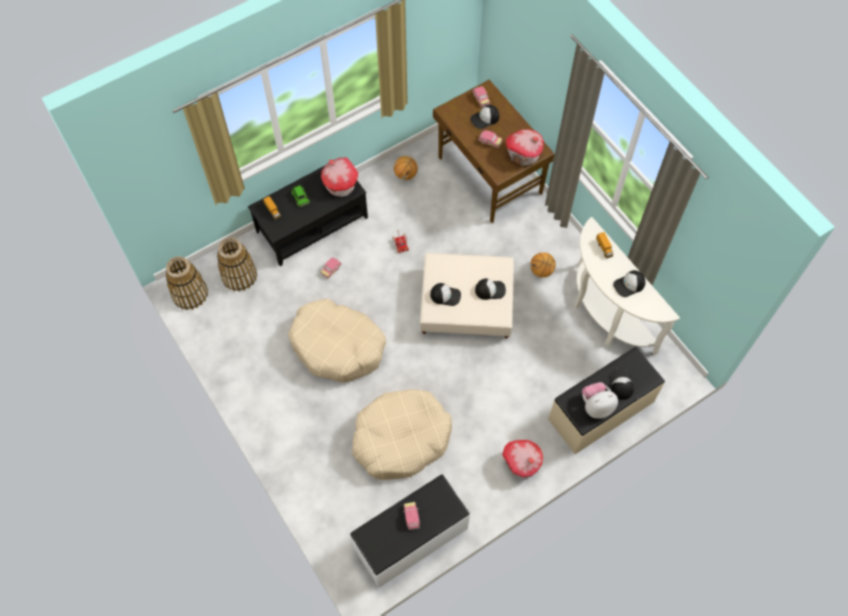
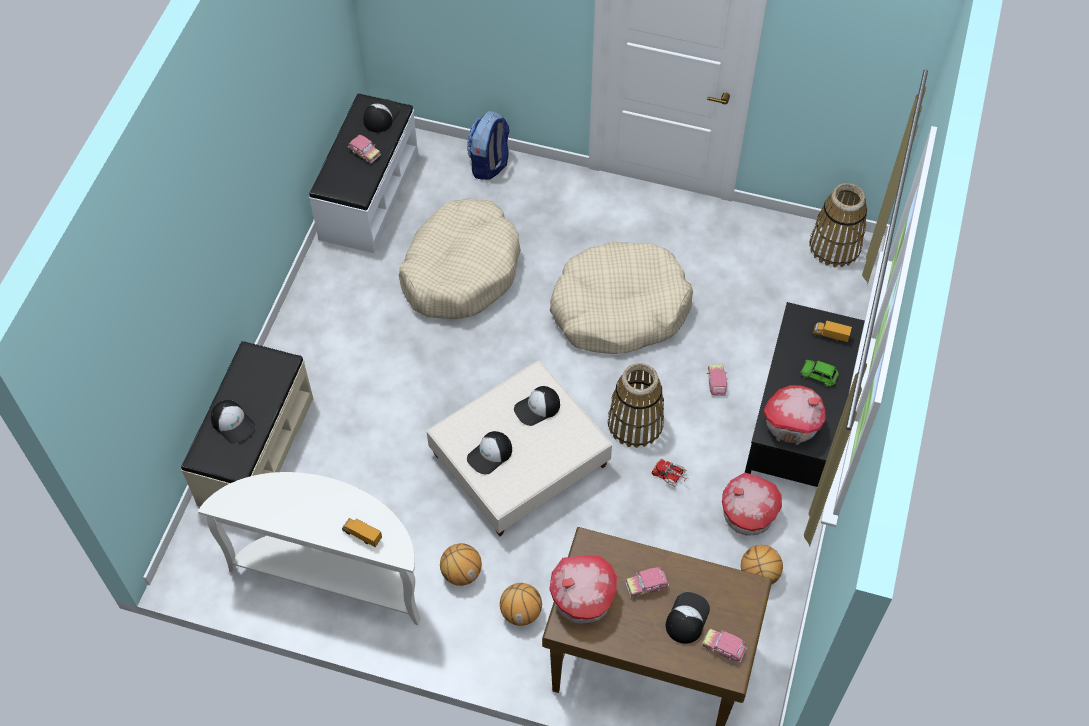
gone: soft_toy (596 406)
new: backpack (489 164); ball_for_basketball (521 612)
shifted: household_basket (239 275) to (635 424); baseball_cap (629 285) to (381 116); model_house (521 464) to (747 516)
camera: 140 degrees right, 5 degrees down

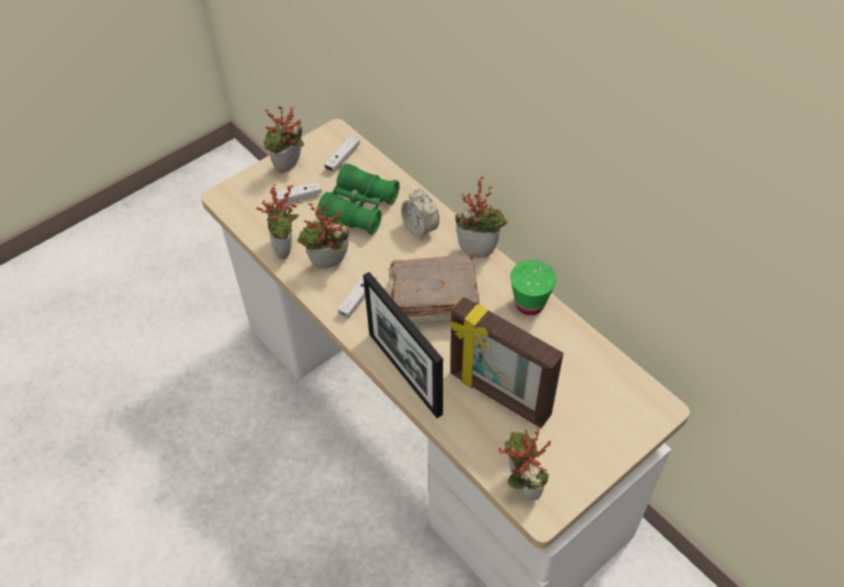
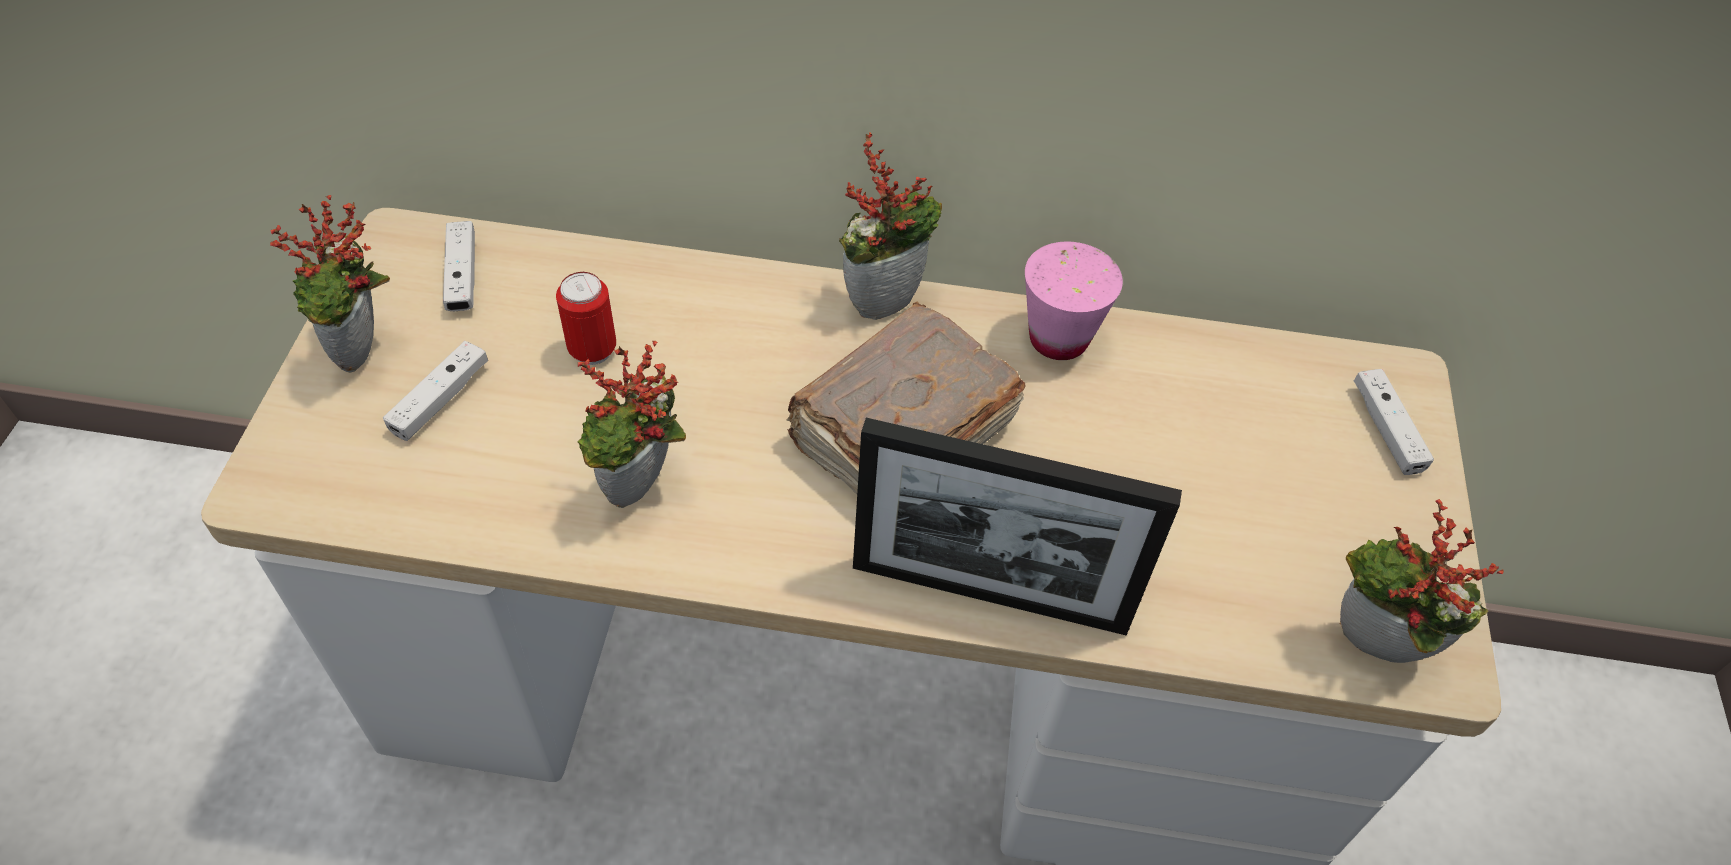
gone: potted_plant (287 250); bedside_clock (420 229); photo_frame (498 396)
shifted: white-coloured_gamepad (357 299) to (1386 429)
swapped: greenish_field_glasses (359 209) to metal_can (592 350)
repainted: greenish_small_cup (529 304) to pinkish_small_cup (1058 339)
camera: 45 degrees left, 0 degrees up

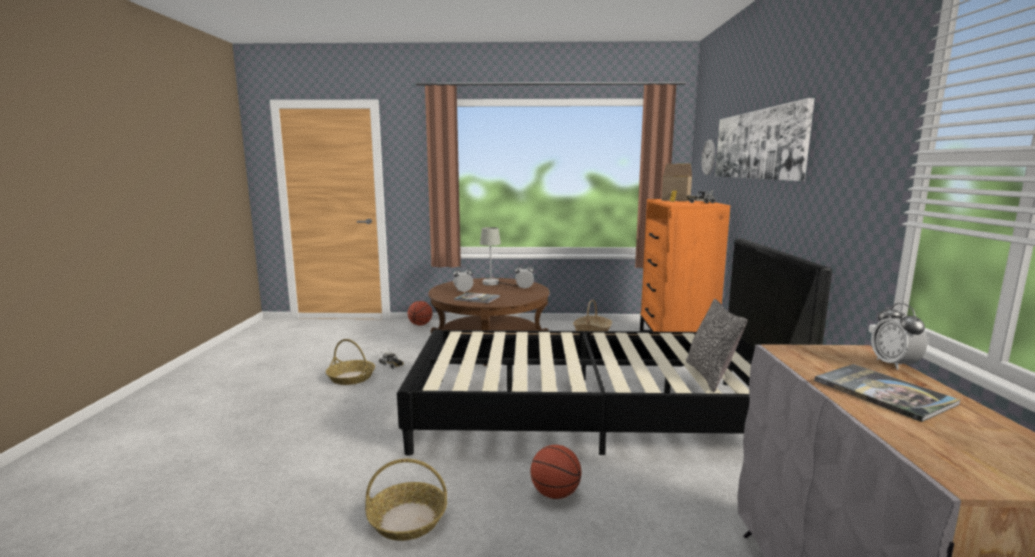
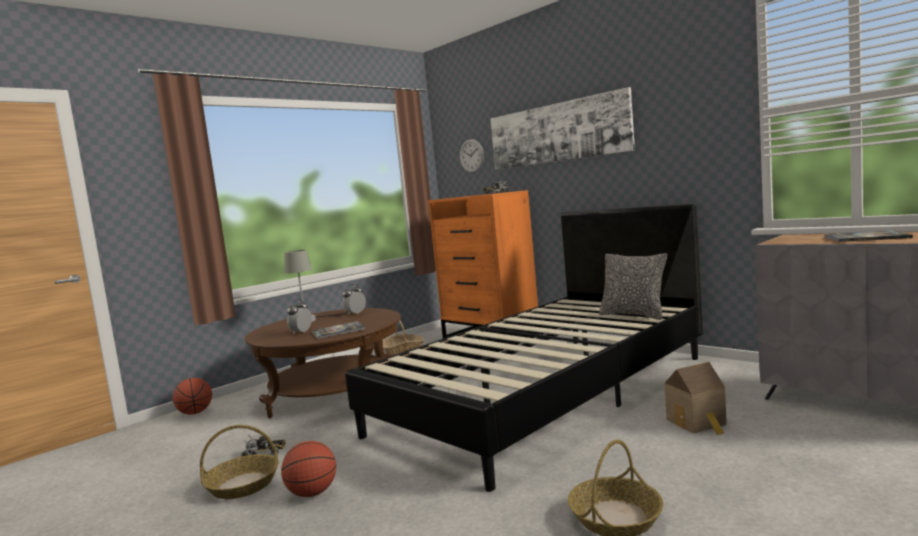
gone: bedside_clock (894 364)
shifted: model_house (676 200) to (698 423); ball_for_basketball (555 493) to (312 493)
camera: 45 degrees left, 5 degrees down

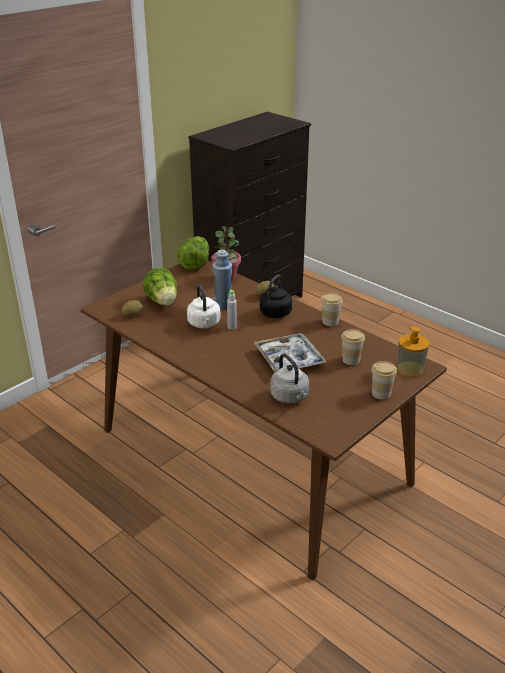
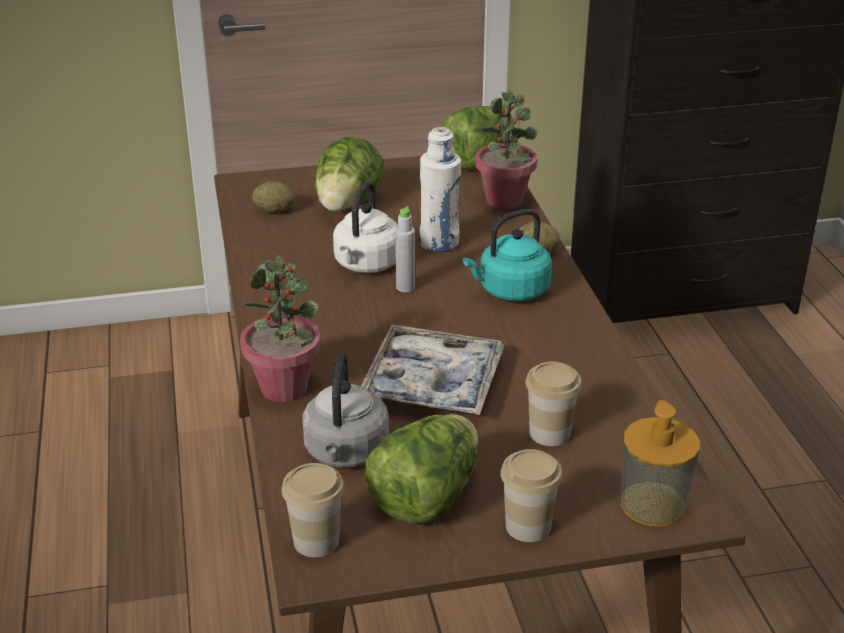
new: potted_plant (284 388); lettuce_head (426 497)
shifted: small_cup (330 322) to (316 541)
repainted: blue-coloured_bottle (222 304) to white-coloured_bottle (439 243); black-coloured_water_kettle (274 314) to turquoise-coloured_water_kettle (510 291)
camera: 35 degrees right, 0 degrees up

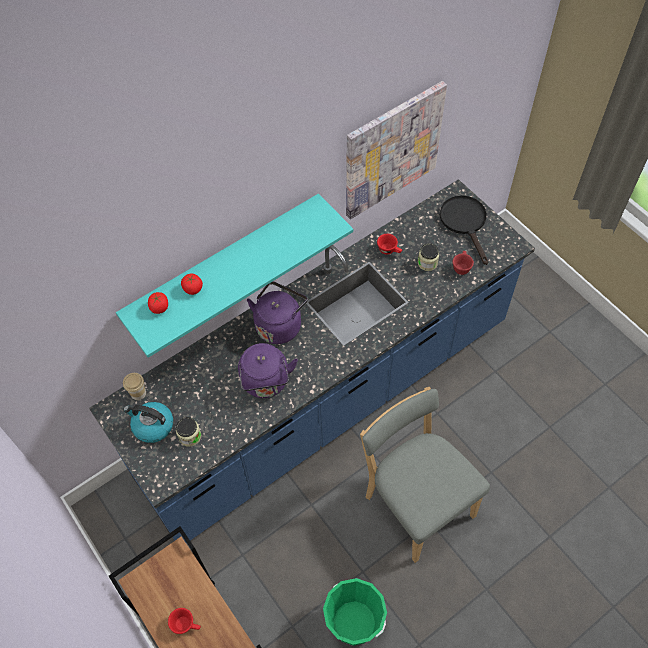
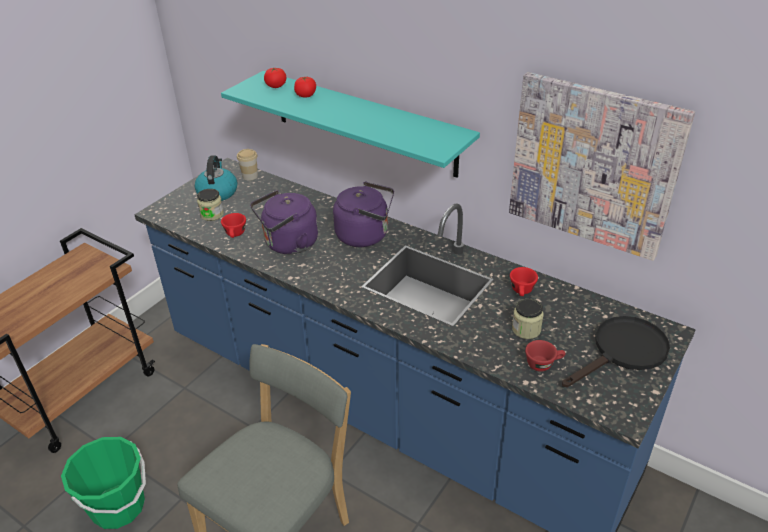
shifted: red_small_cup (186 624) to (235 234)
camera: 70 degrees right, 20 degrees down

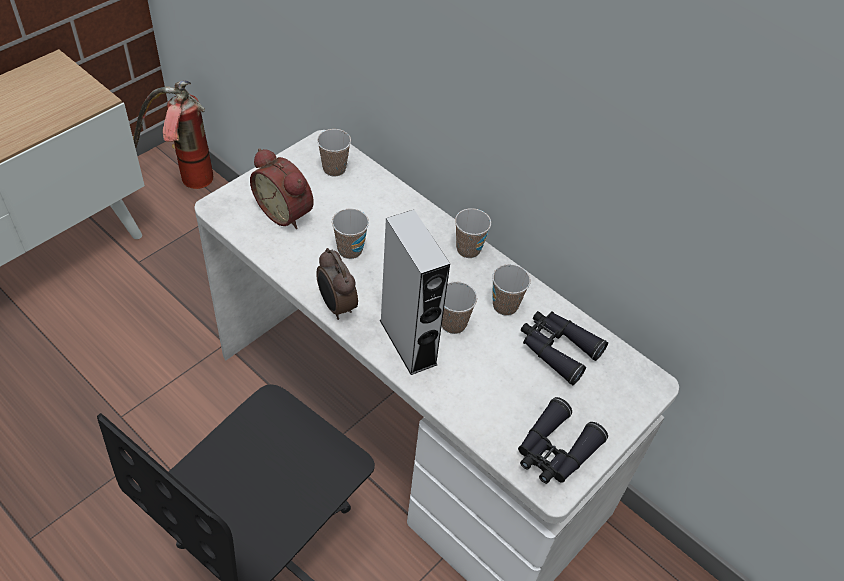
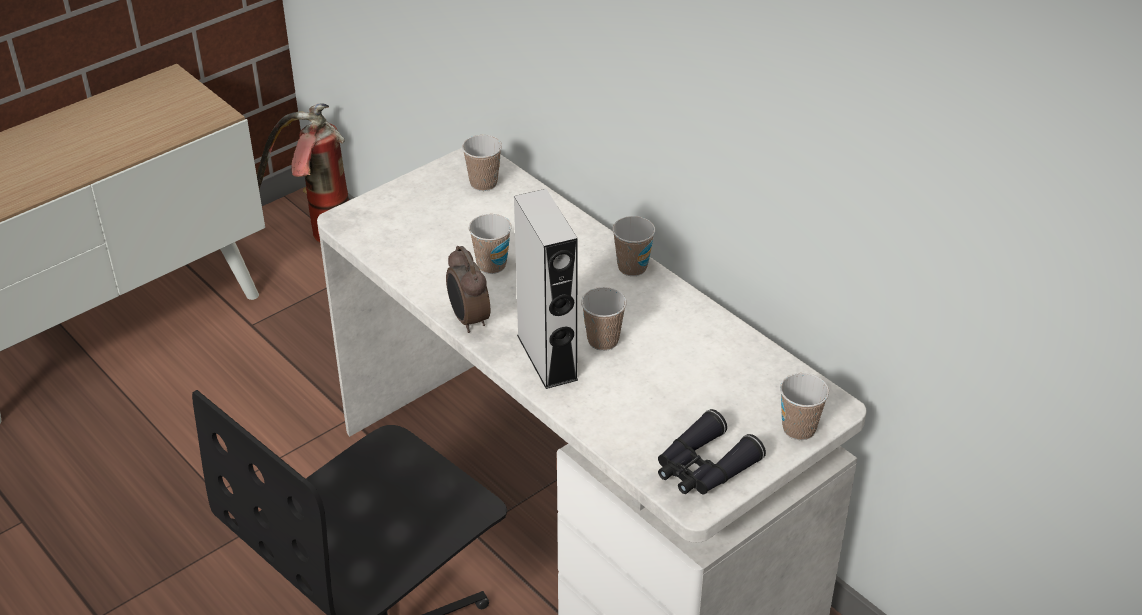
gone: bedside_clock (286 212); black-coloured_field_glasses (557 349)
shifted: small_cup (505 306) to (799 429)
camera: 10 degrees right, 10 degrees down

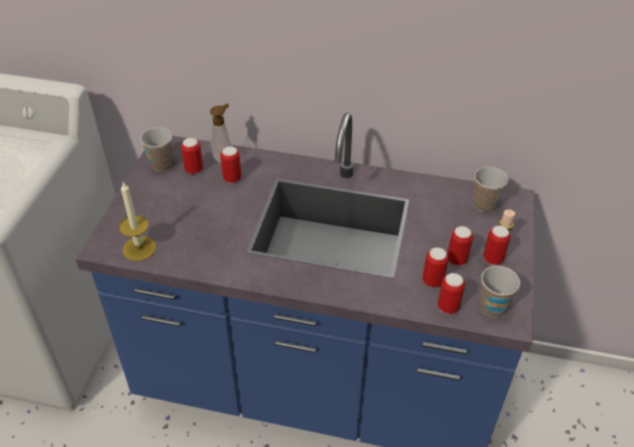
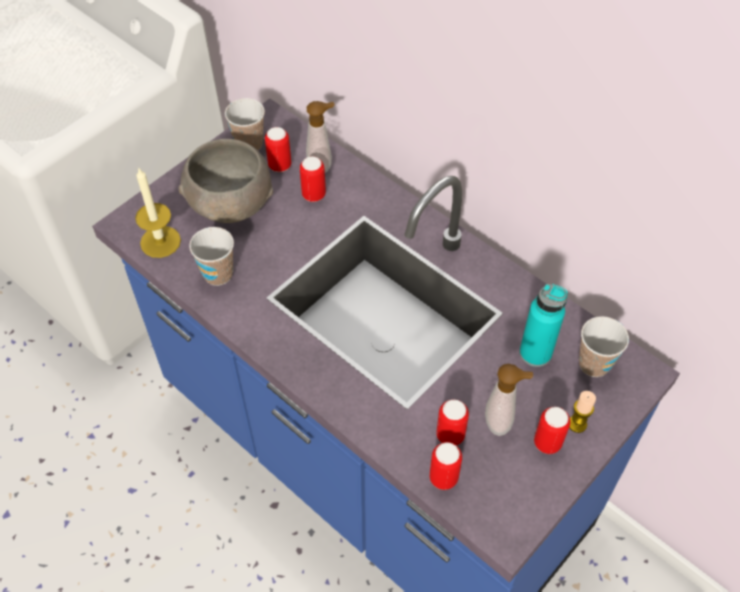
new: gray_serving_bowl (230 205); turquoise-coloured_bottle (535 353)
shifted: small_cup (492 307) to (218 274)
swapped: metal_can (457 259) to soap_bottle (501 422)
camera: 30 degrees right, 10 degrees up

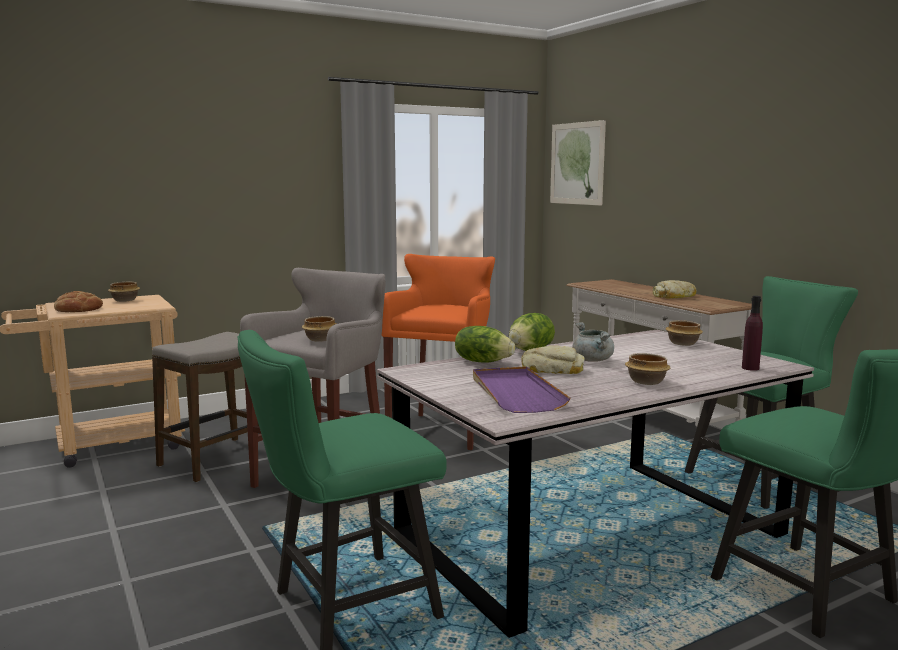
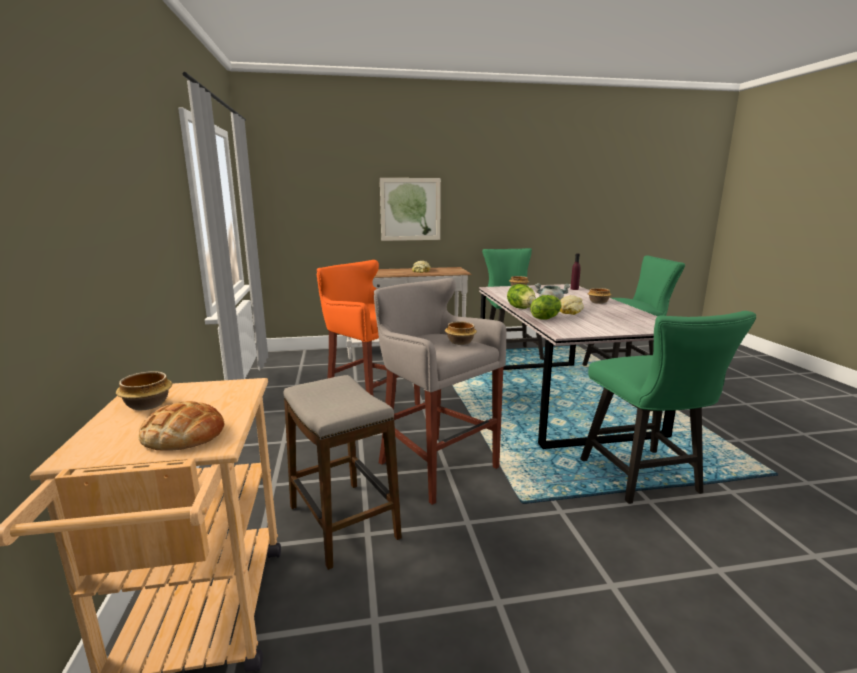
gone: purplish_carrying_tray (515 393)
shifted: wall_art (577 163) to (410 209)
camera: 70 degrees left, 5 degrees up

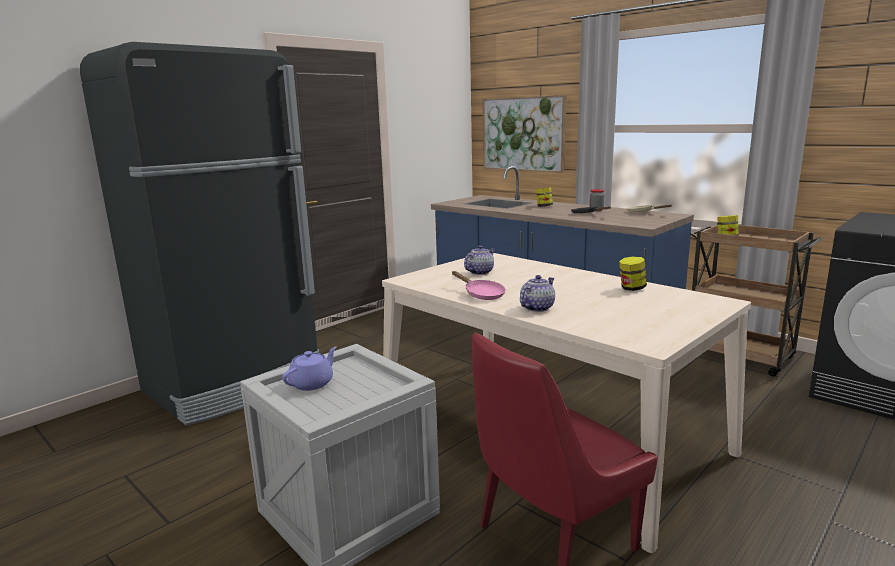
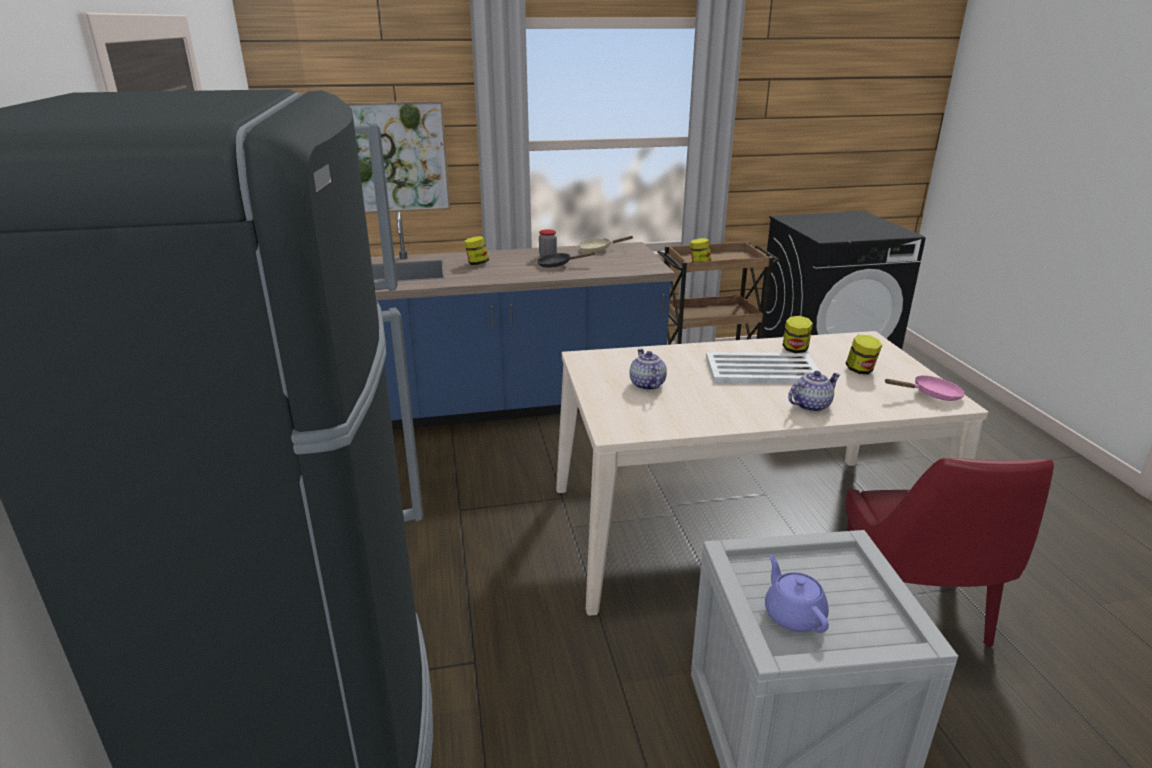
new: preserve_jar (860 370); white-coloured_carrying_tray (763 370)
shifted: pinkish_pan (481 294) to (931 395)
rotated: teapot (536 308) = (811 405) 75 degrees clockwise
camera: 55 degrees left, 10 degrees up

